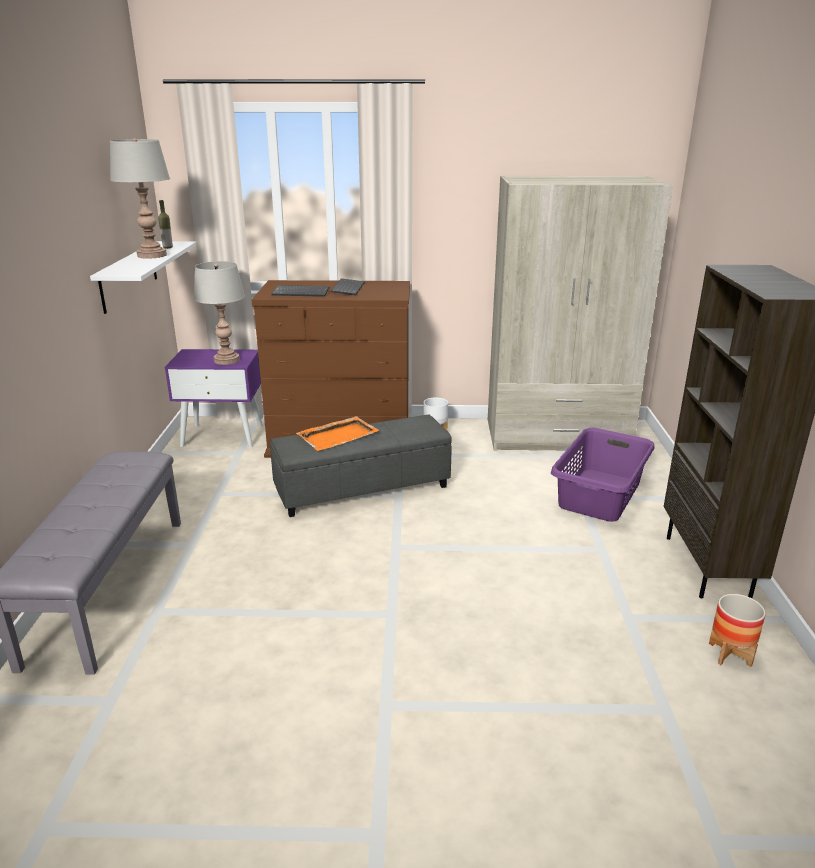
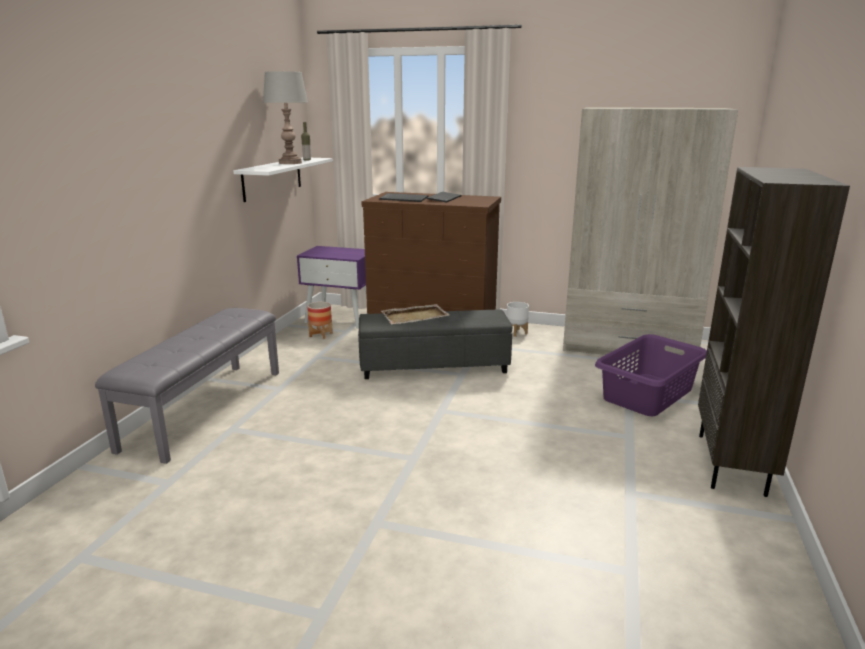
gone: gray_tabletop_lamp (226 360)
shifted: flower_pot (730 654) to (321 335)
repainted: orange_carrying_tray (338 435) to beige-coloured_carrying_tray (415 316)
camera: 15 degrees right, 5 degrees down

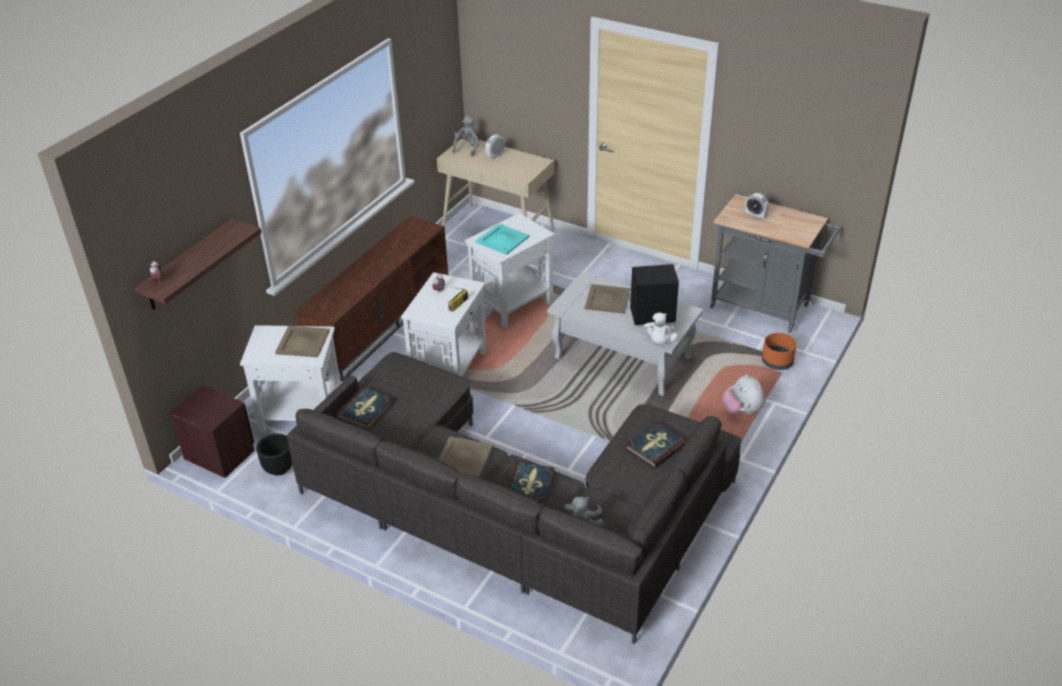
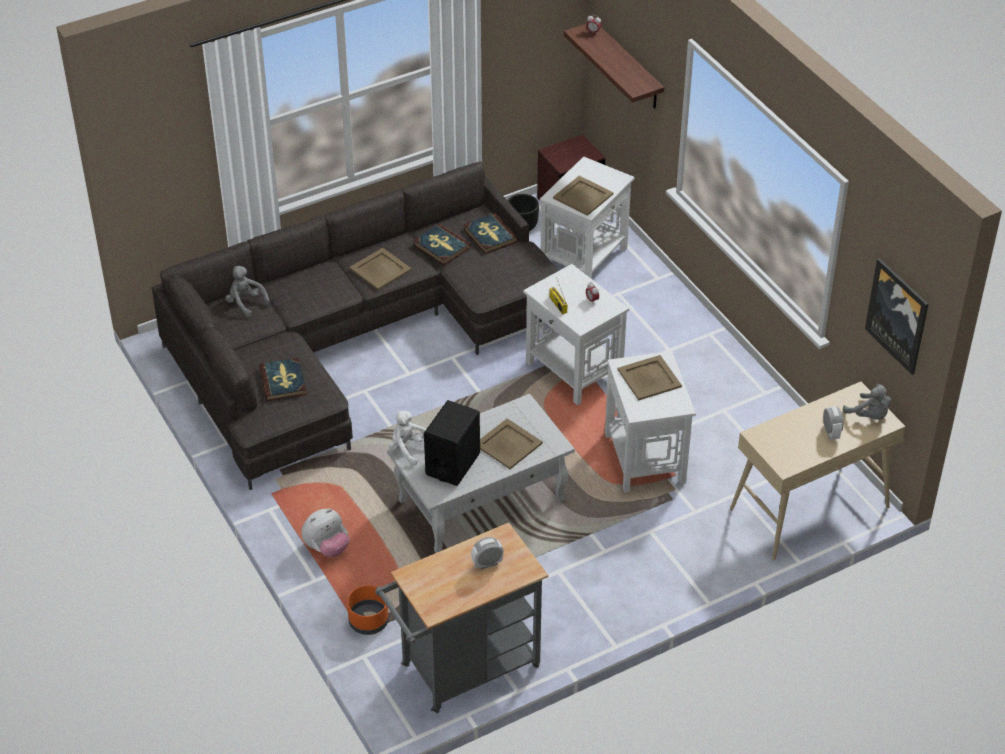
gone: brownish_media_console (381 321)
new: wall_art (898 315)
shifted: volume (529 486) to (441 246)
repainted: turquoise-coloured_carrying_tray (503 239) to beige-coloured_carrying_tray (649 378)
rotated: soft_toy (742 411) = (327 548) 135 degrees clockwise
camera: 120 degrees right, 5 degrees up

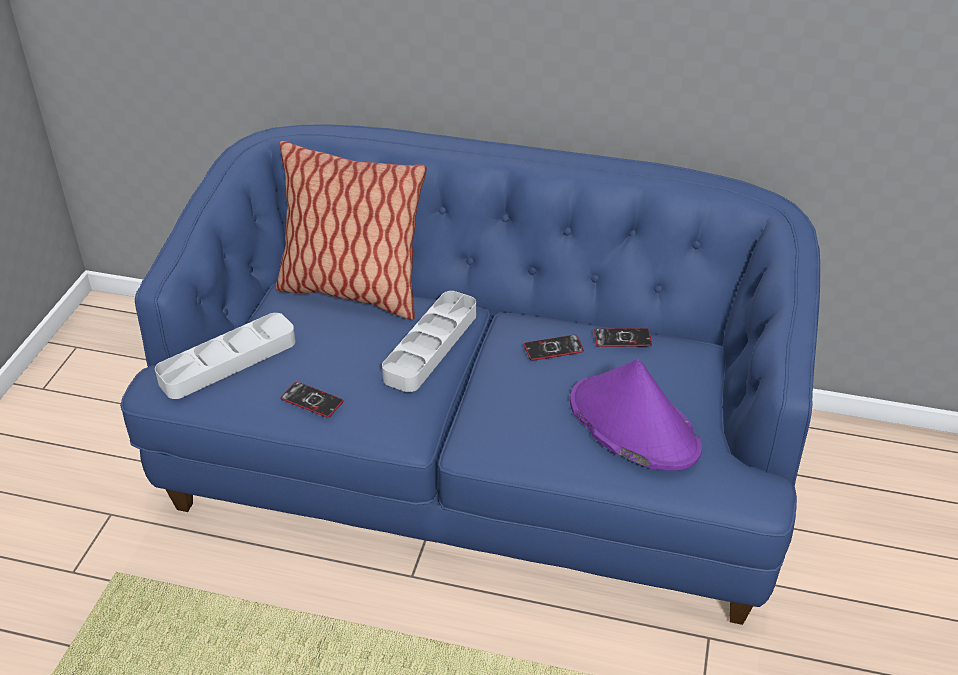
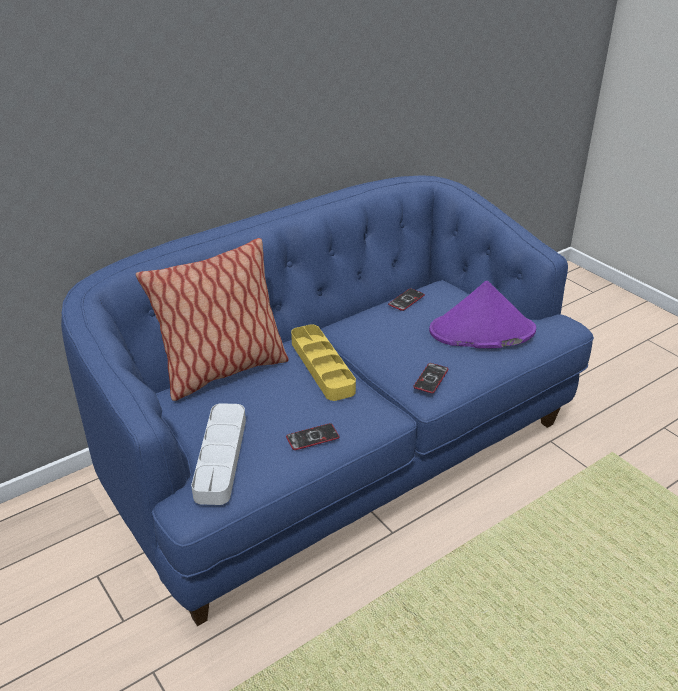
shifted: telephone (553 348) to (431 378)
repainted: gray_carrying_tray (431 346) to yellowish_carrying_tray (322 366)
camera: 50 degrees left, 5 degrees down

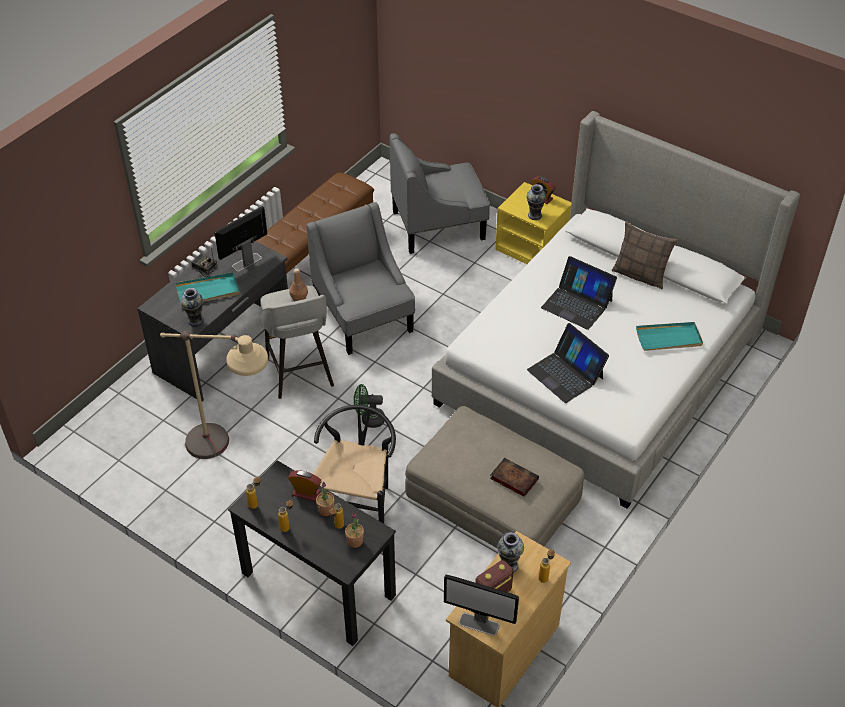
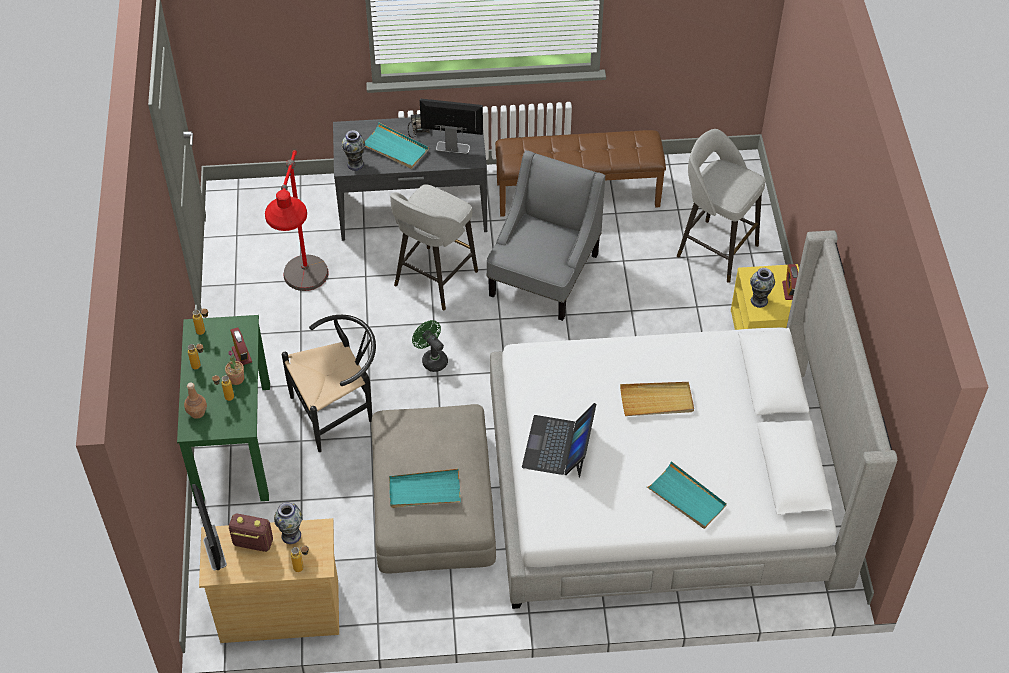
gone: throw_pillow (640 275); potted_plant (355 541)
shifted: brownish_bottle (299 298) to (197 412)
swapped: gray_easy_chair (438 225) to gray_stool_seat (715 249); notebook_computer (577 304) to beige-coloured_carrying_tray (657 401); volume (513 478) to turquoise-coloured_carrying_tray (424 491)
repainted: beige-coloured_standard_lamp (230 456) to red_standard_lamp (305 298); black-coloured_desk_unit (317 584) to greenish_desk_unit (234 442)
camera: 50 degrees right, 5 degrees up

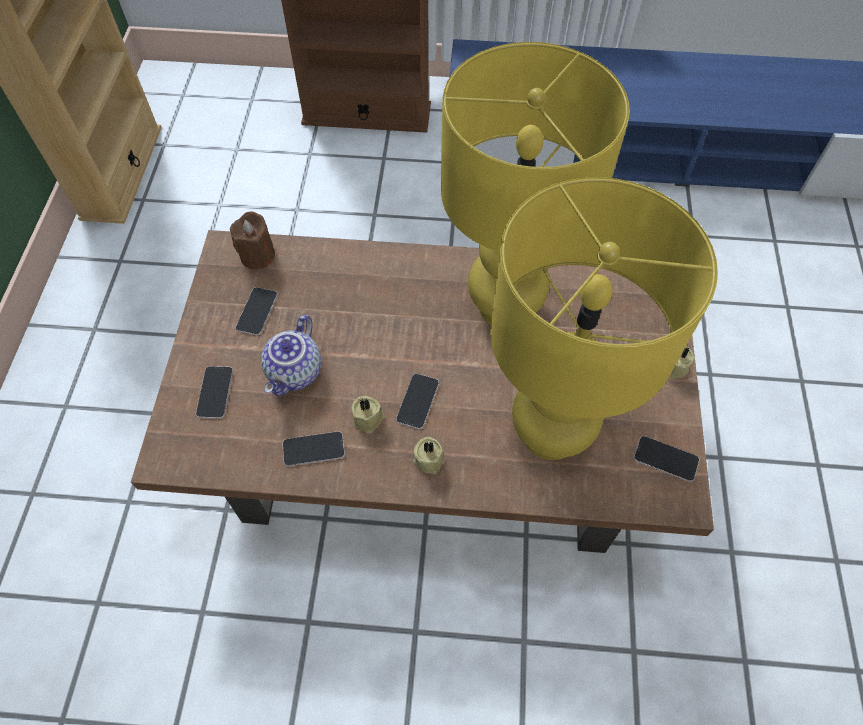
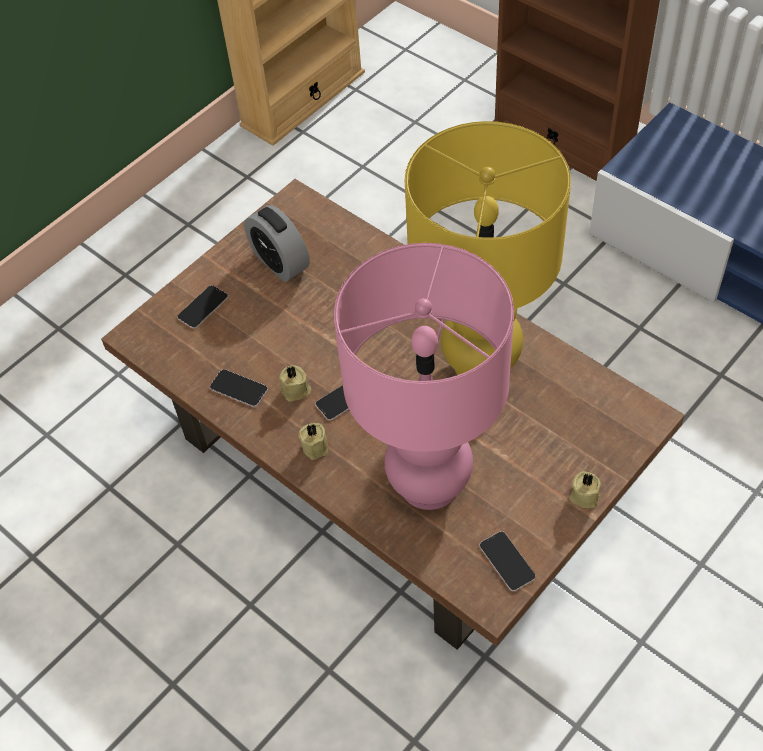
gone: brownish_wax_light (257 255); teapot (296 373)
swapped: telephone (257 311) to bedside_clock (280 262)
repainted: yellowish_tabletop_lamp (552 433) to pinkish_tabletop_lamp (429 485)
camera: 40 degrees right, 5 degrees down

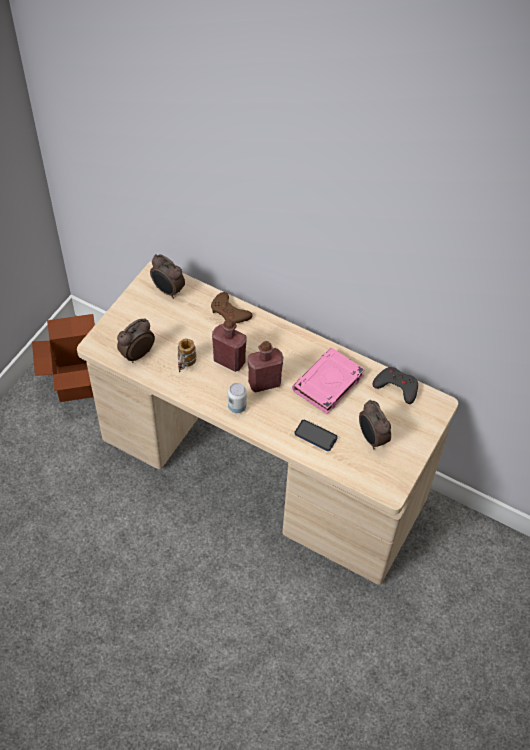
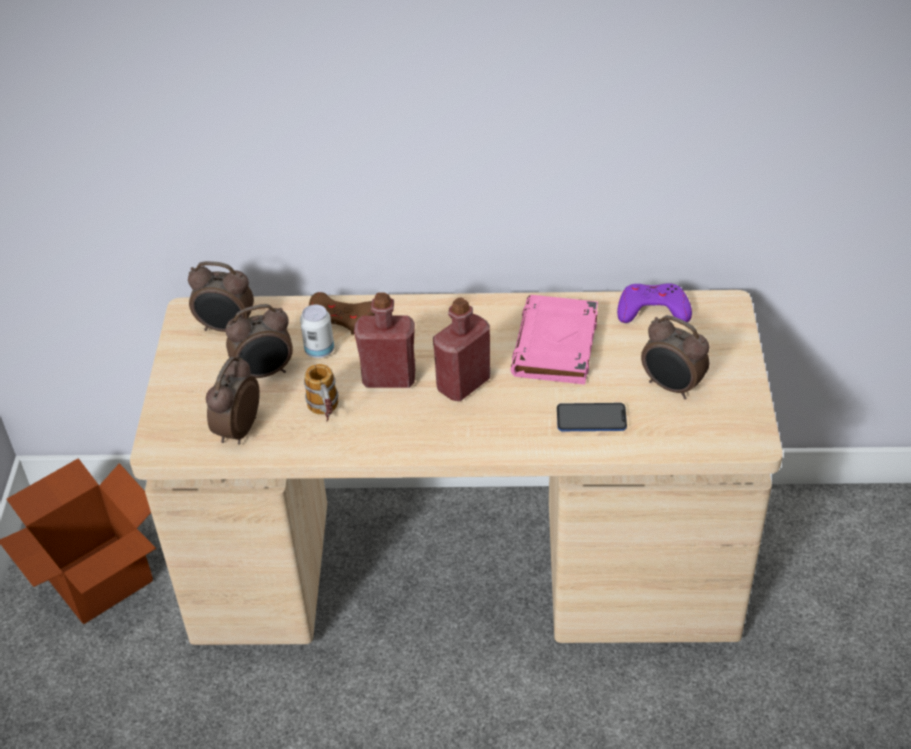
new: bedside_clock (265 373)
shifted: metal_can (237 407) to (319 351)
repainted: gray_gamepad (396 387) to purplish_gamepad (652 309)
camera: 25 degrees left, 10 degrees down

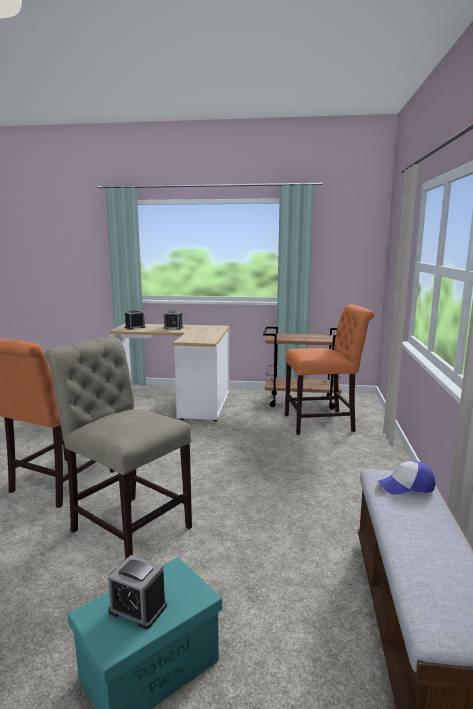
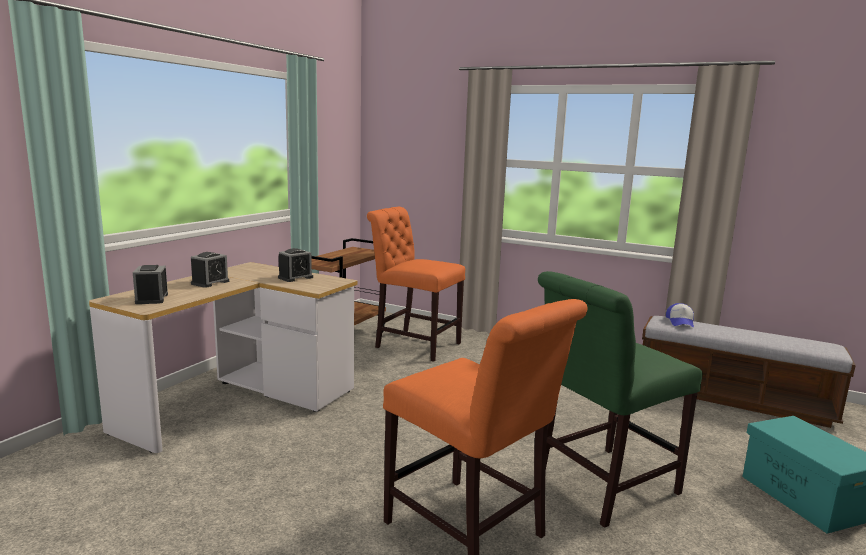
shifted: bedside_clock (138 608) to (295 277)
repainted: beige-coloured_upright_chair (127 526) to greenish_upright_chair (600 486)
rotated: orange_upright_chair (323 423) = (414 344) 75 degrees counterclockwise
camera: 70 degrees left, 0 degrees up

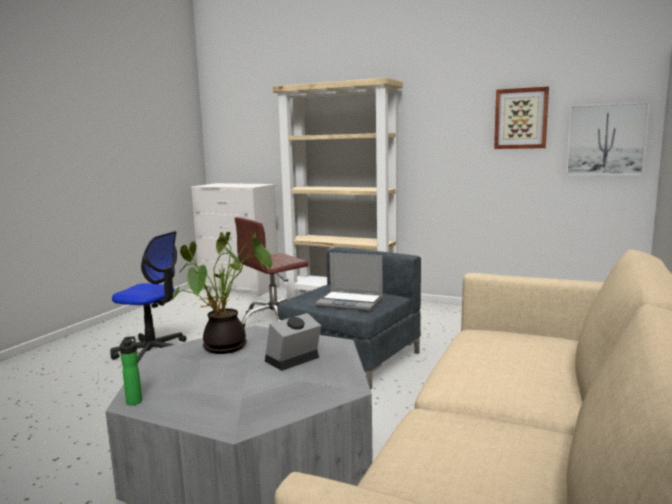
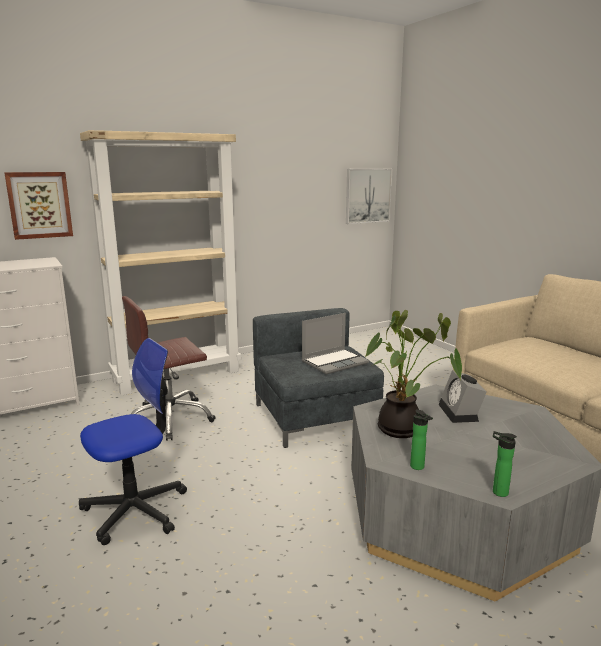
new: bottle (418 467)
shifted: wall_art (521 118) to (39 205)
rotated: brownish_desk_chair (274 321) = (170 419) 60 degrees clockwise
camera: 55 degrees left, 5 degrees up

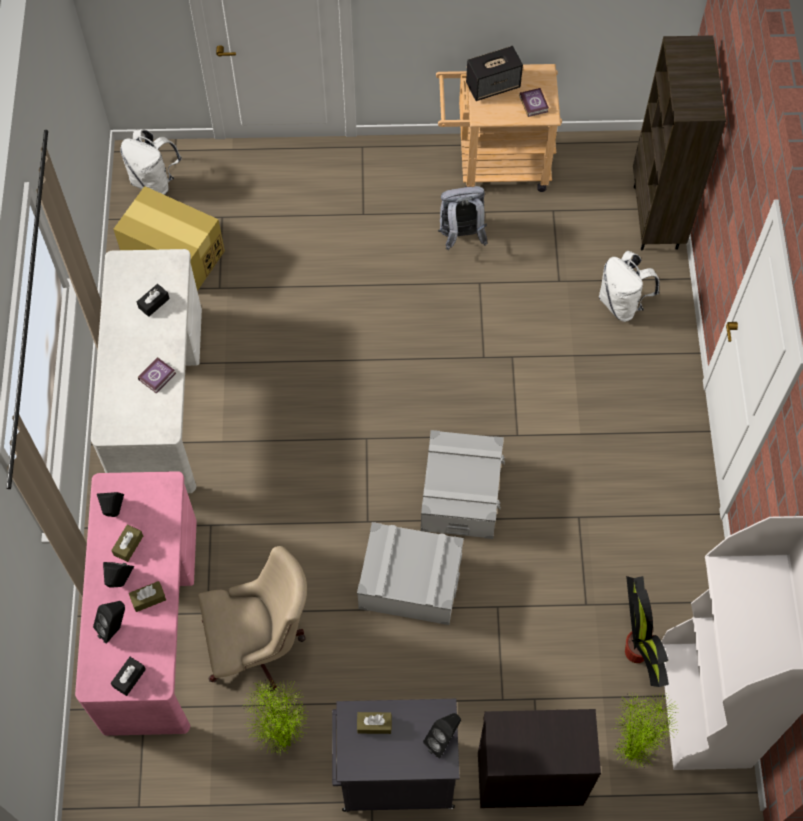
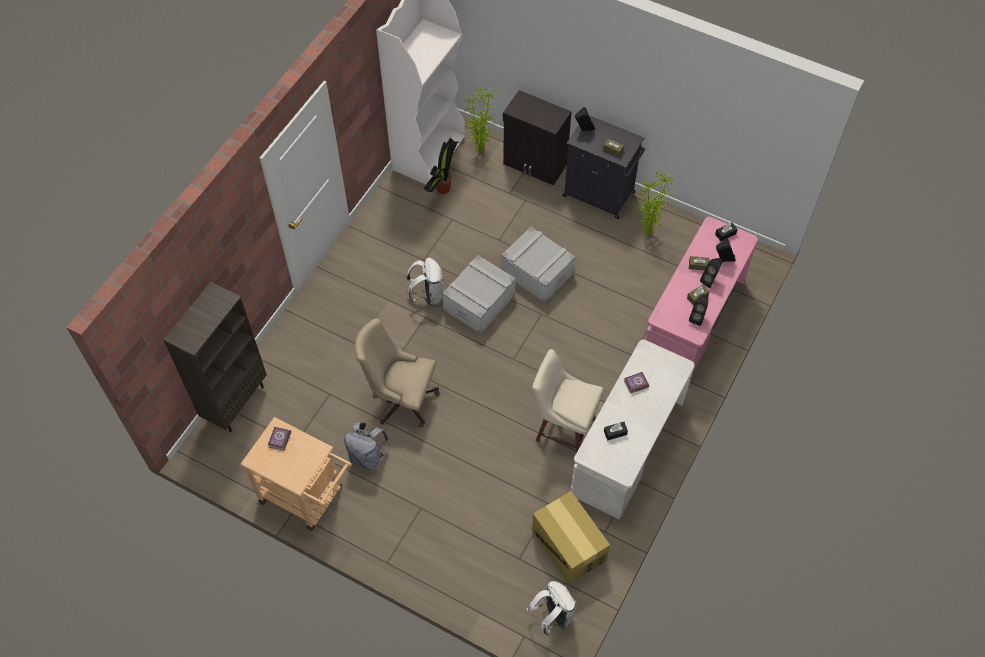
gone: speaker (493 85)
new: beige-coloured_stool_seat (563 428)
shifted: white-coloured_backpack (622 303) to (427 295); beige-coloured_desk_chair (259 645) to (400 398)
camera: 150 degrees left, 5 degrees down

